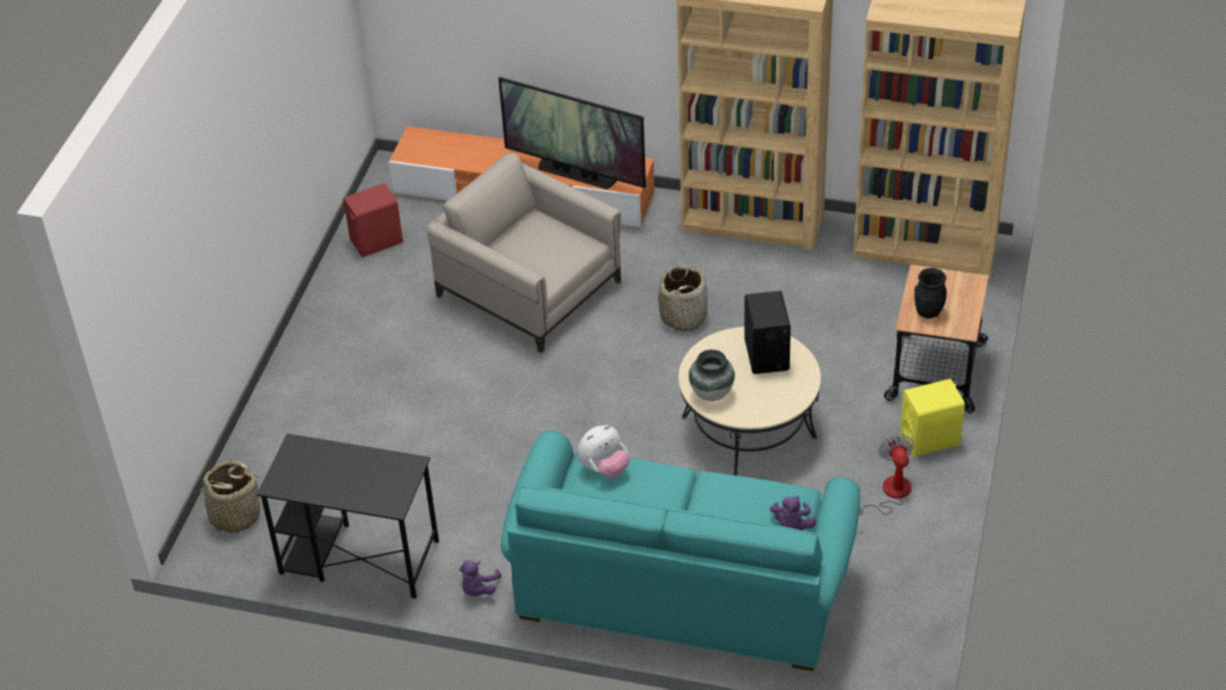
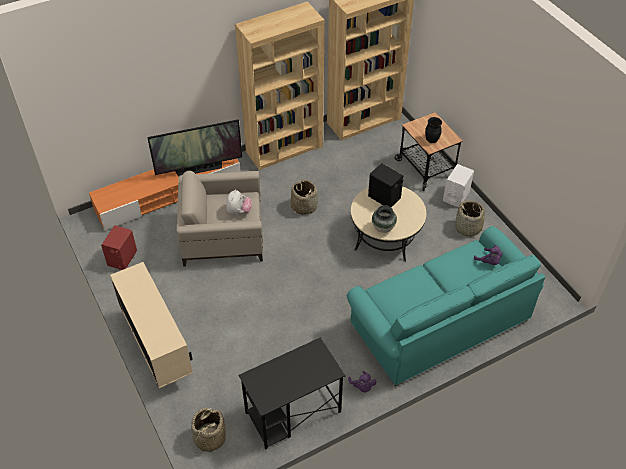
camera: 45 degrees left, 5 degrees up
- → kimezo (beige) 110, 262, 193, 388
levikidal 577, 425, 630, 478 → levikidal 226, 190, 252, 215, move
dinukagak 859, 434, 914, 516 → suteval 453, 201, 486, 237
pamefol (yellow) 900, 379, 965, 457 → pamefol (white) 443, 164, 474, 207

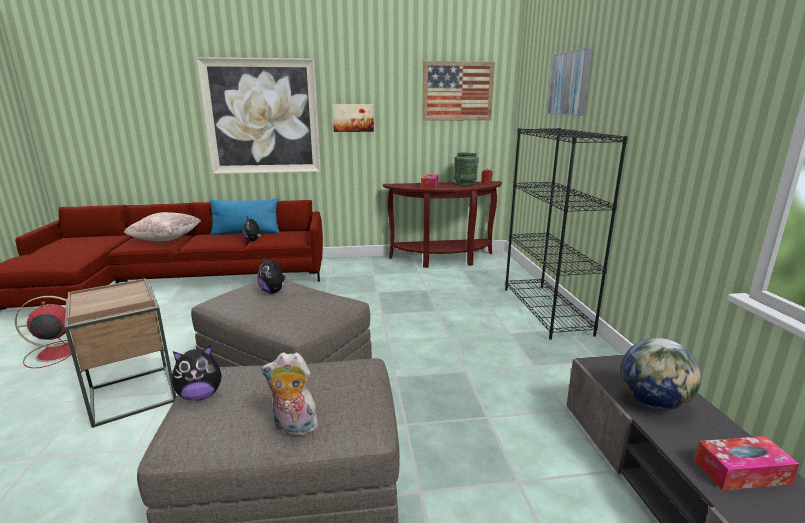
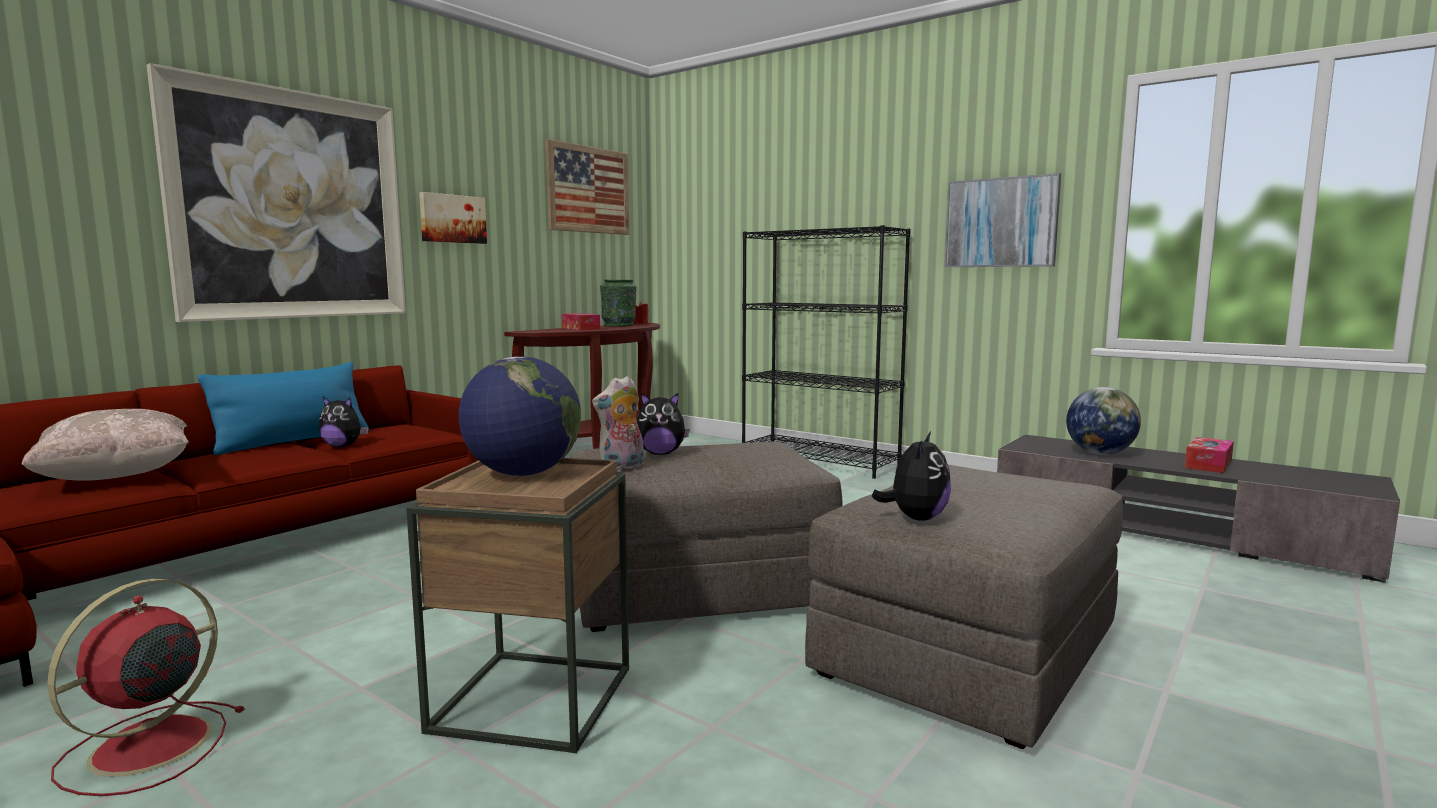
camera: 45 degrees left, 10 degrees down
- → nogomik 459, 356, 581, 476
levikidal 261, 352, 321, 437 → levikidal 592, 376, 644, 472, move
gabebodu 546, 47, 592, 116 → gabebodu 945, 173, 1061, 267, move

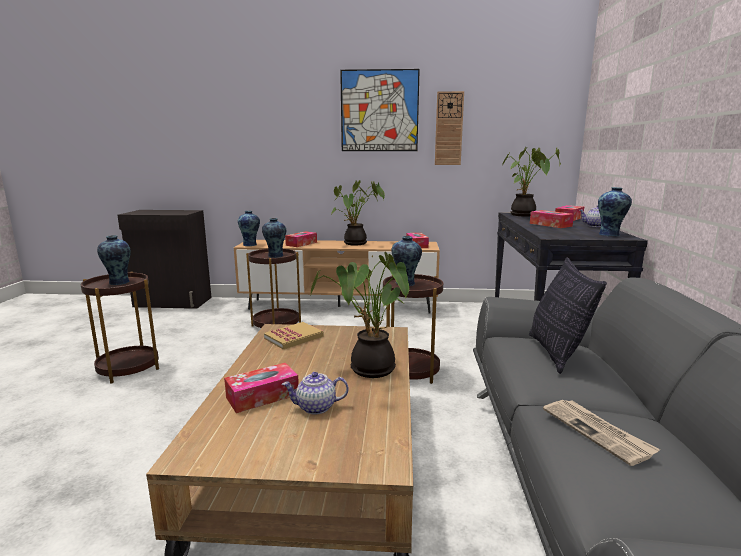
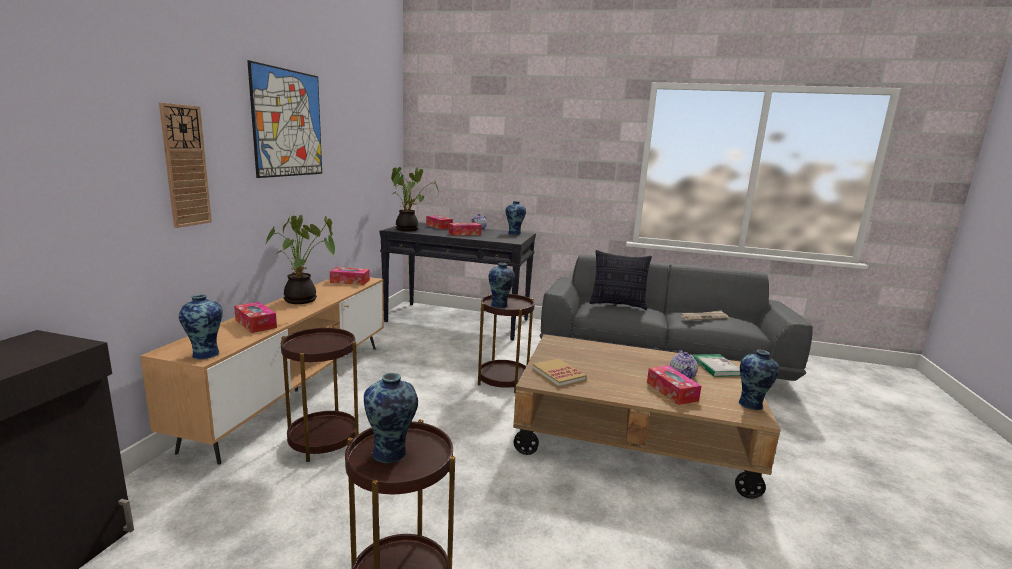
camera: 80 degrees left, 0 degrees up
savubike 310, 252, 409, 378 → -
- → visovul 692, 354, 741, 377
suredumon 262, 218, 286, 258 → suredumon 739, 349, 779, 410, move
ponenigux 435, 91, 464, 165 → ponenigux 159, 102, 212, 228, move

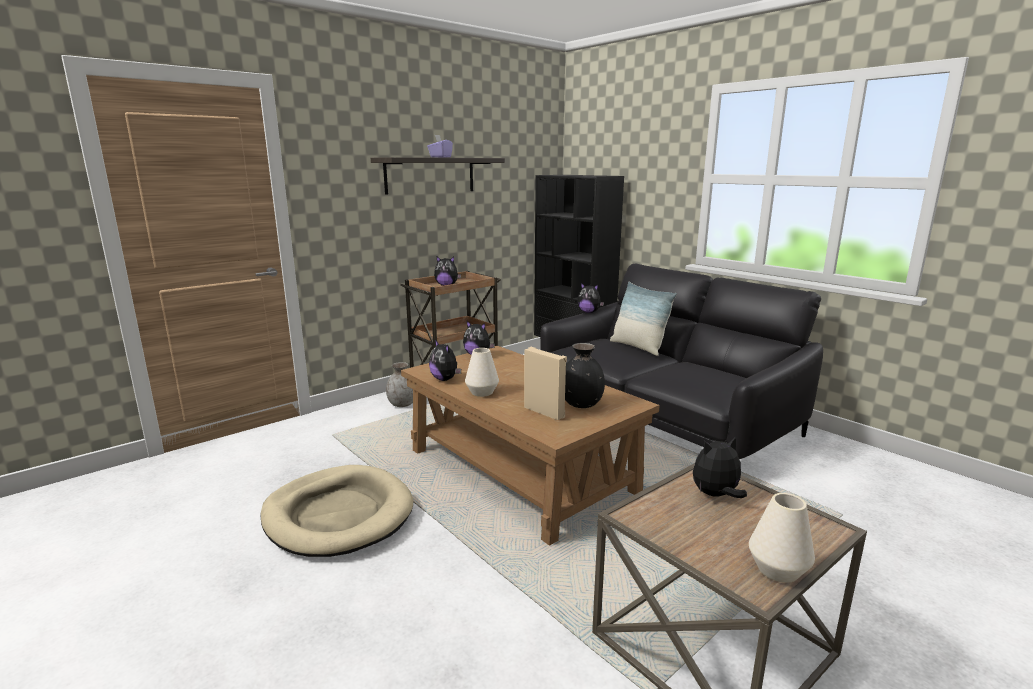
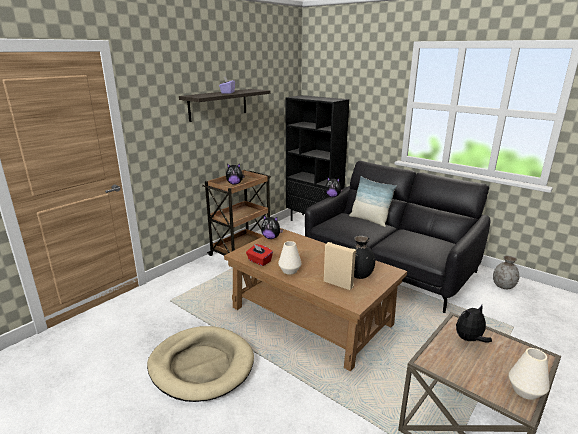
camera: 10 degrees left, 5 degrees up
suredumon (grey) 386, 362, 413, 407 → suredumon (grey) 493, 255, 519, 289, move
levikidal 429, 340, 461, 381 → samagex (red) 246, 244, 273, 266

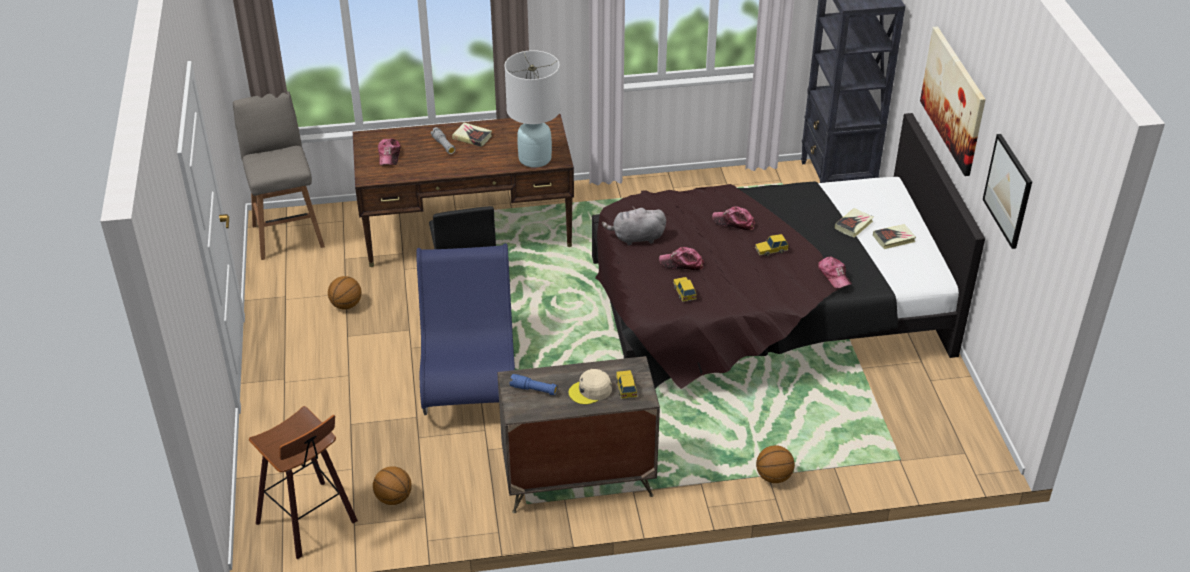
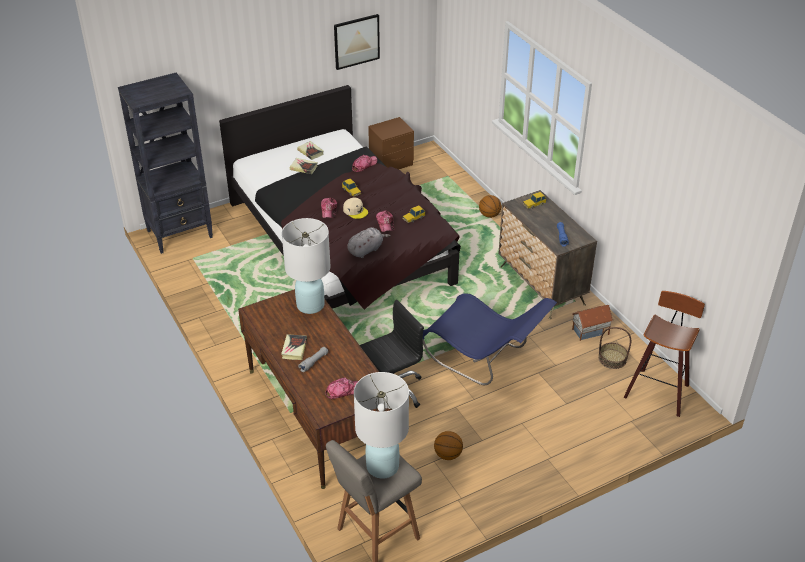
camera: 110 degrees left, 0 degrees up
gabebodu 920, 26, 986, 176 → -
- → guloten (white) 354, 372, 409, 479
- → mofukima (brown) 368, 117, 414, 170
- → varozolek 572, 305, 613, 341
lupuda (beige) 568, 369, 612, 405 → lupuda (beige) 343, 198, 368, 219, move
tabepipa 373, 466, 412, 505 → suteval 598, 327, 631, 369
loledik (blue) 416, 243, 515, 415 → loledik (blue) 423, 293, 557, 385, 120 degrees counterclockwise
levikidal (grey) 602, 206, 666, 245 → levikidal (grey) 347, 227, 390, 258, 105 degrees counterclockwise

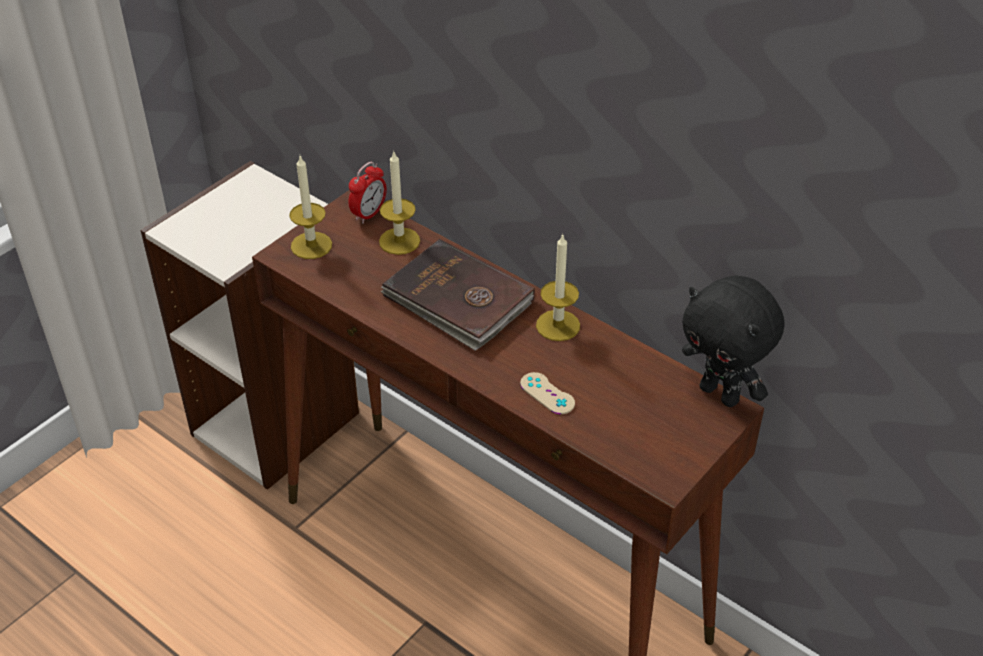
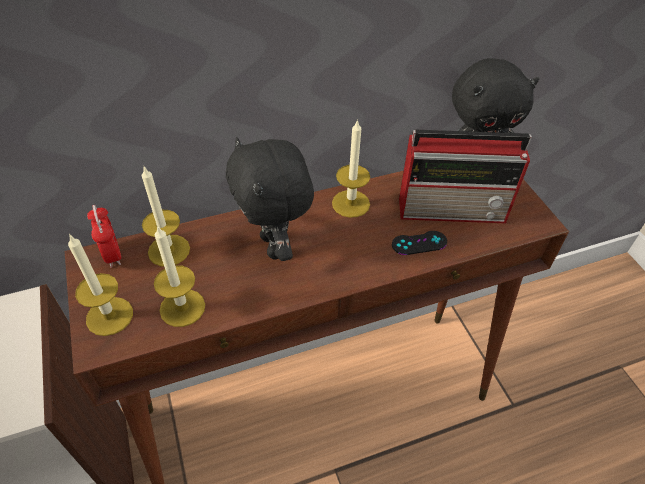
camera: 60 degrees left, 5 degrees up
- → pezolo 154, 225, 205, 327
- → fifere 399, 130, 532, 224
visovul (brown) 381, 239, 535, 351 → levikidal (black) 226, 137, 314, 261
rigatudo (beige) 520, 372, 575, 414 → rigatudo (black) 392, 231, 447, 255

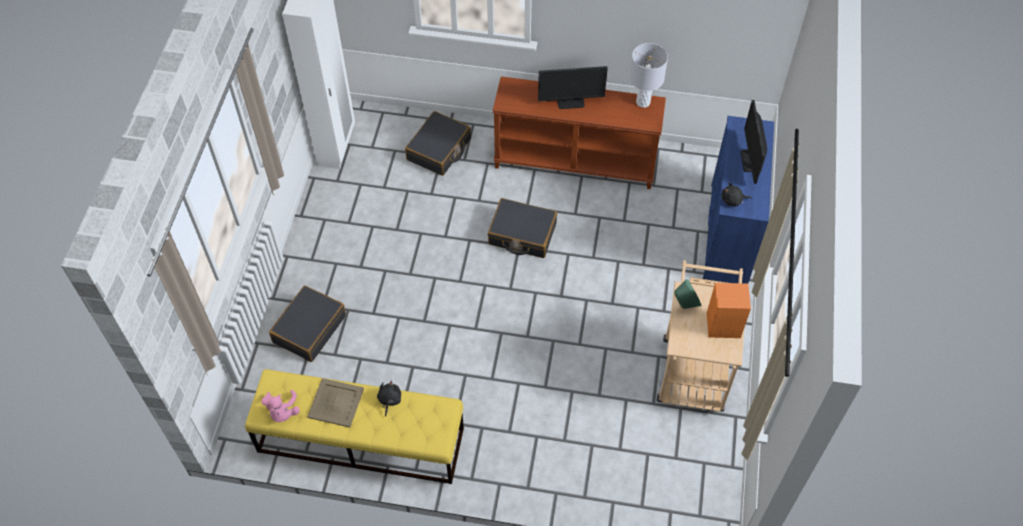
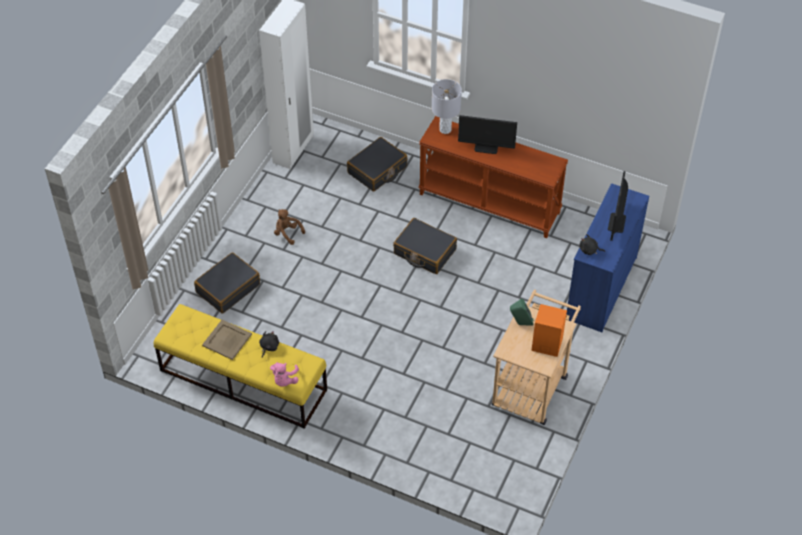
camera: 15 degrees right, 5 degrees down
- → levikidal (brown) 274, 209, 305, 245
levikidal (pink) 262, 390, 300, 422 → levikidal (pink) 270, 362, 299, 386, move
guloten (grey) 629, 43, 668, 108 → guloten (grey) 432, 79, 462, 134, move

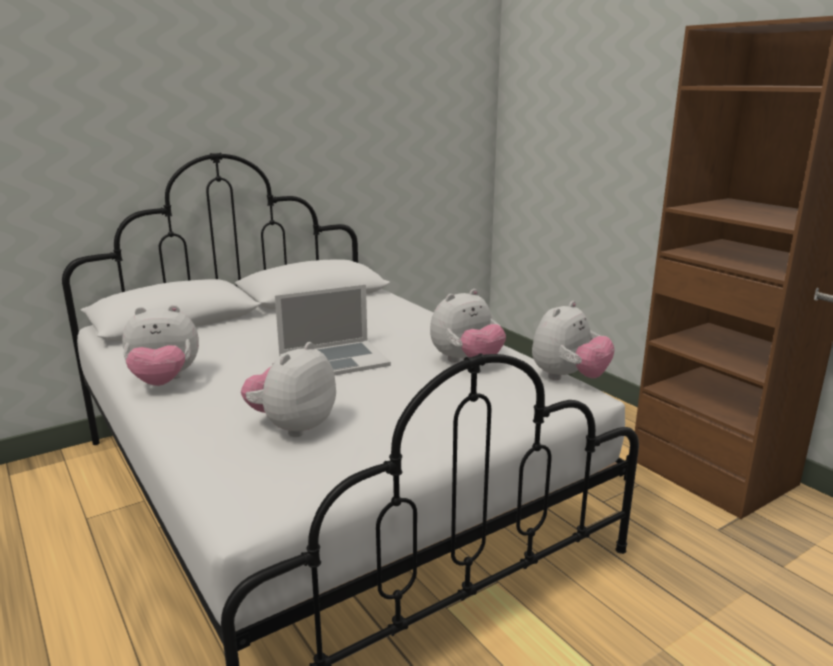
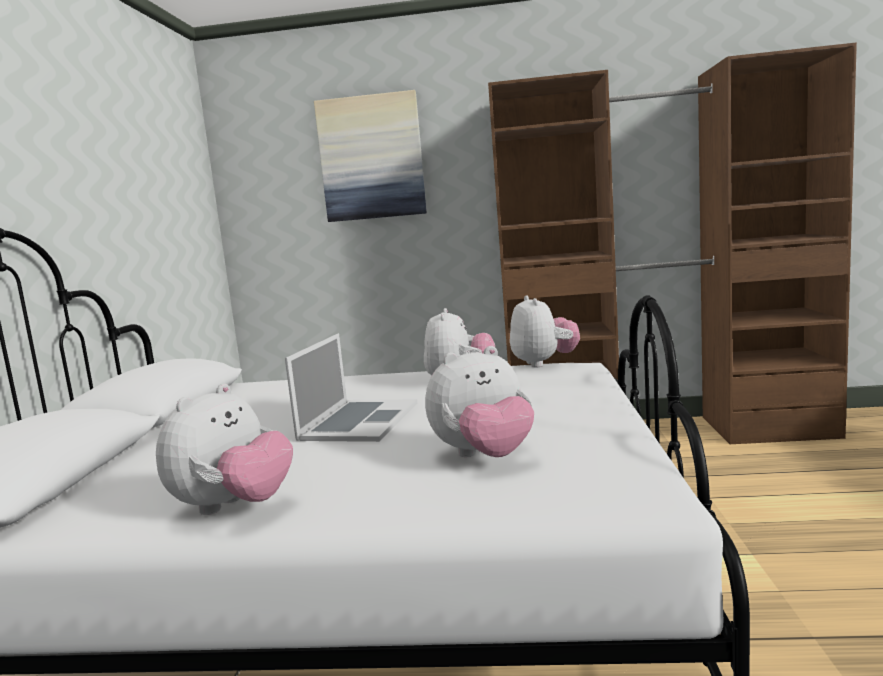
camera: 50 degrees left, 10 degrees down
- → gabebodu 314, 90, 427, 222
levikidal 241, 342, 336, 437 → levikidal 425, 346, 534, 457, 90 degrees counterclockwise

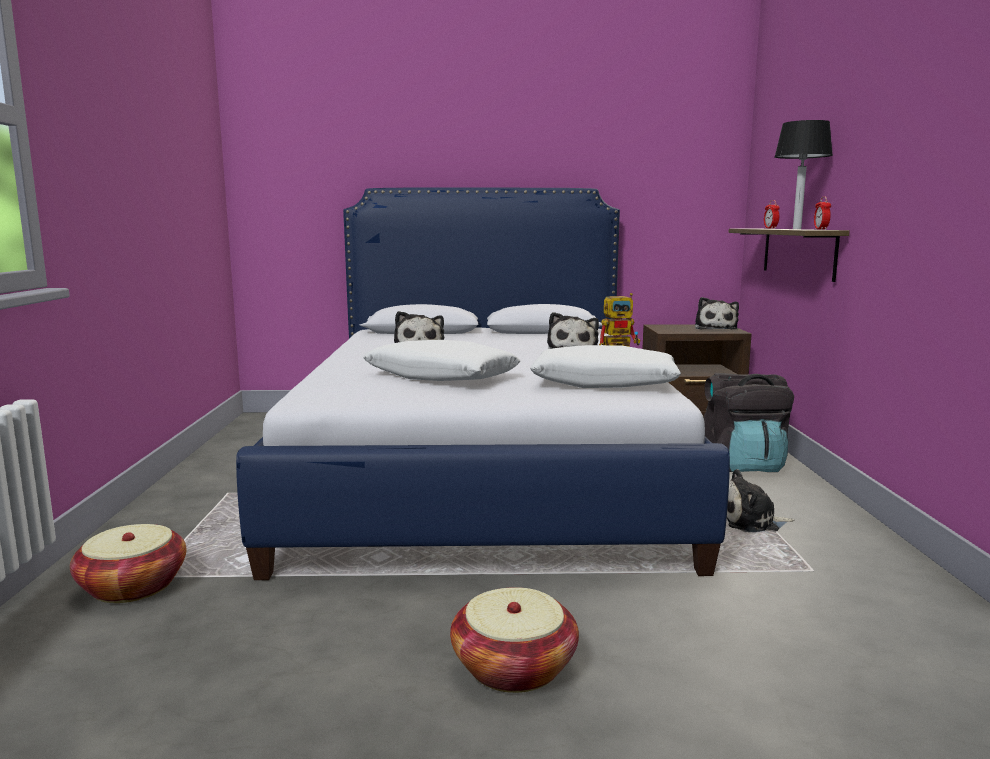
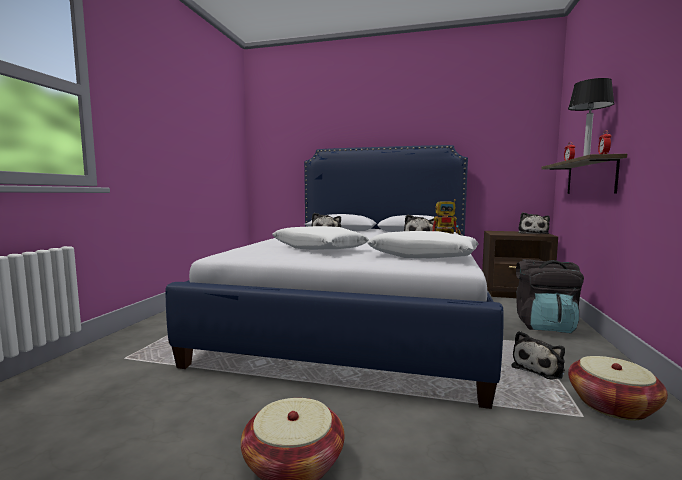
camera: 15 degrees right, 5 degrees down
suteval 70, 524, 186, 603 → suteval 568, 356, 668, 421, move
levikidal 727, 469, 794, 532 → levikidal 511, 331, 565, 380, 60 degrees counterclockwise

